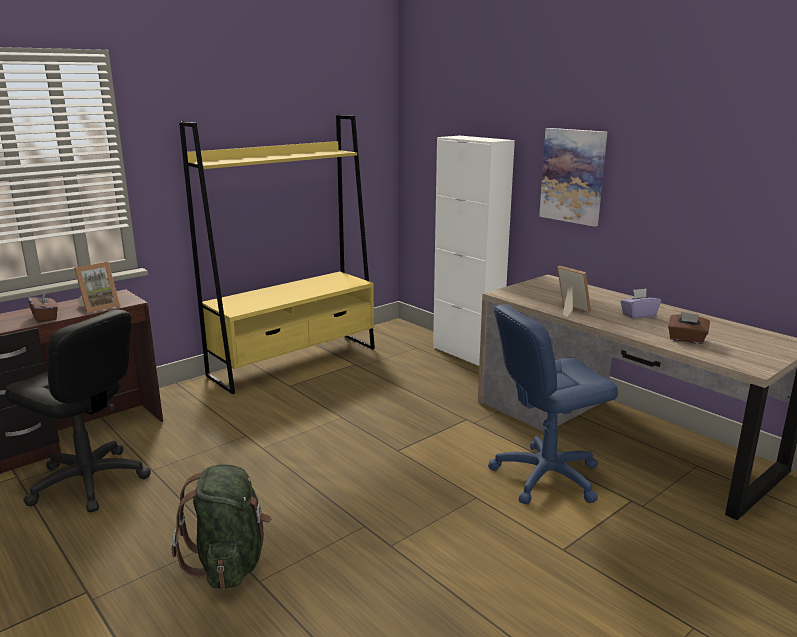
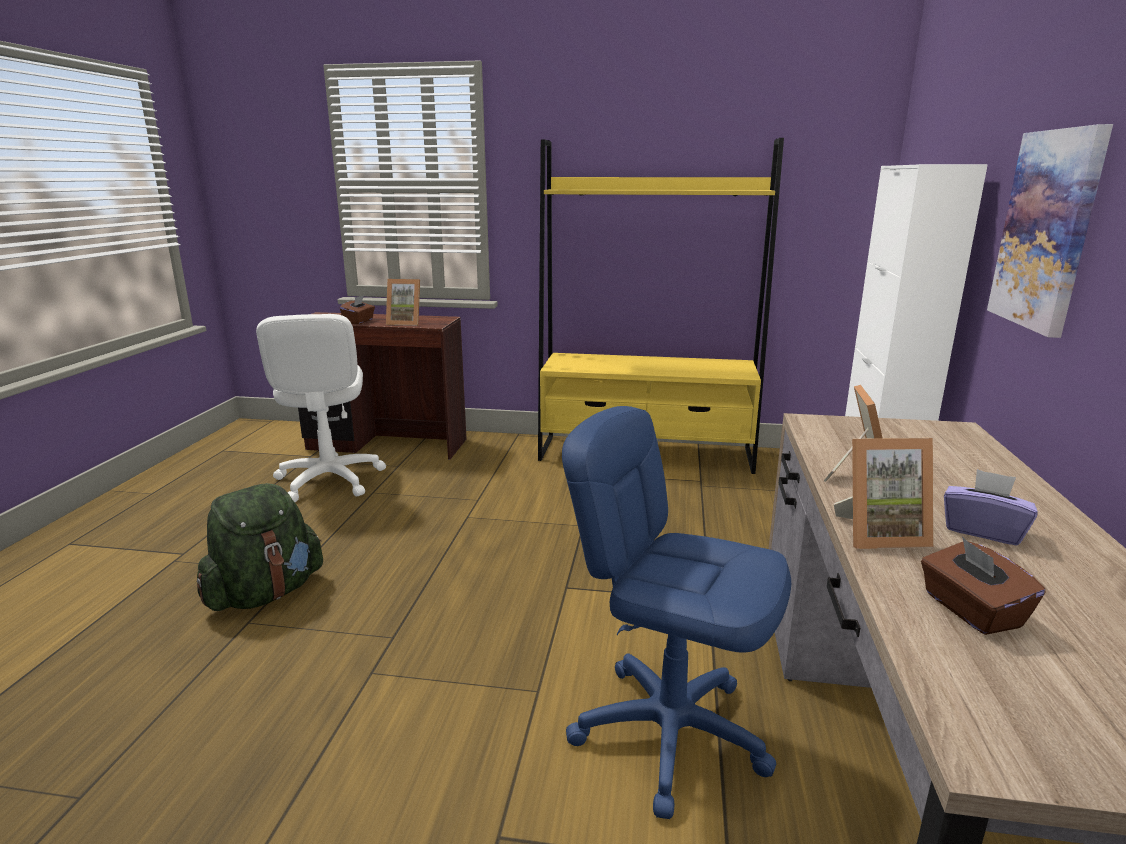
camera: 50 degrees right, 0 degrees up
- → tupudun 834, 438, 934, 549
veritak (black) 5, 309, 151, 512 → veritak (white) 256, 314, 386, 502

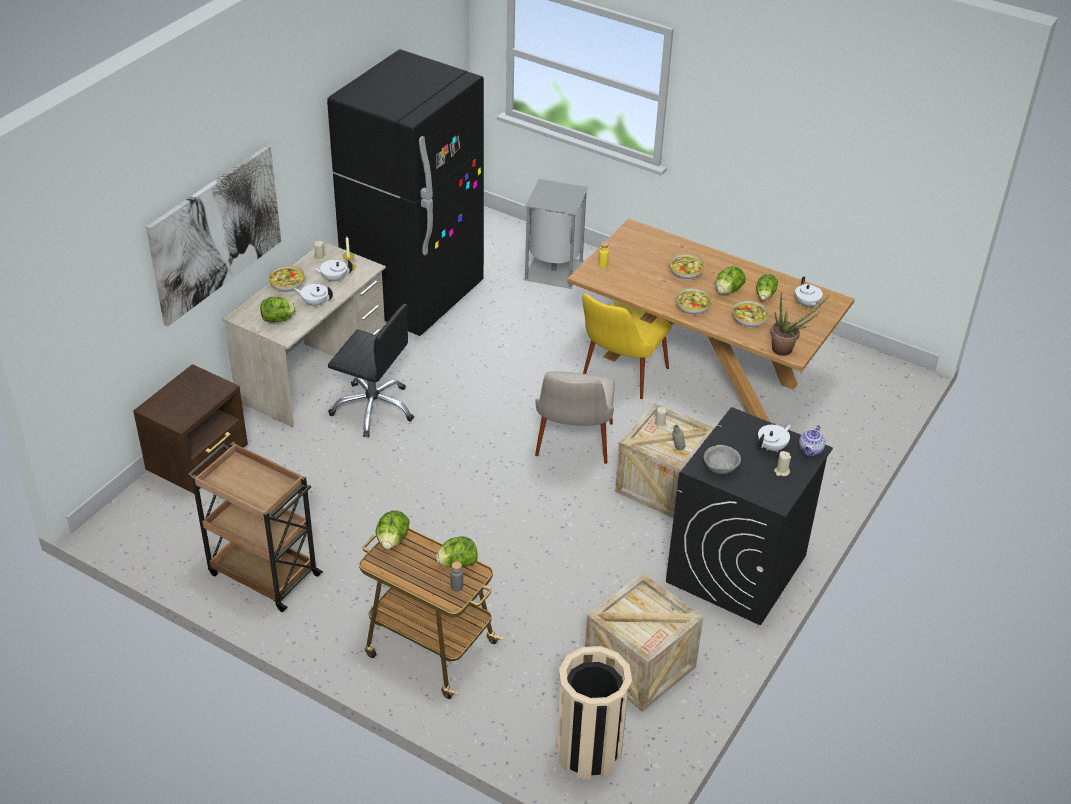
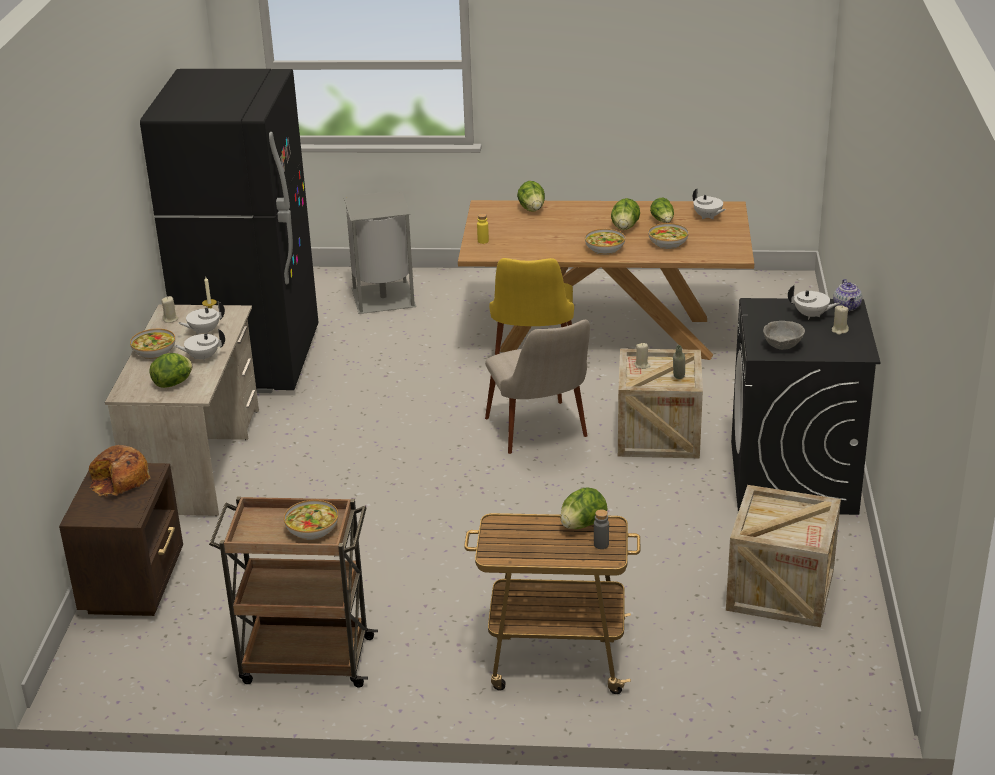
camera: 25 degrees left, 10 degrees down
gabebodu 146, 145, 281, 327 → -
veritak (black) 328, 304, 414, 437 → -
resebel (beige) 556, 646, 632, 780 → -
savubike 770, 292, 829, 356 → -
- → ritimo 89, 445, 151, 497
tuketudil 376, 510, 410, 549 → tuketudil 517, 181, 545, 212, move
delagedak 669, 254, 705, 280 → delagedak 284, 500, 338, 540, move
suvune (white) 758, 425, 791, 452 → suvune (white) 788, 285, 840, 320, 90 degrees clockwise

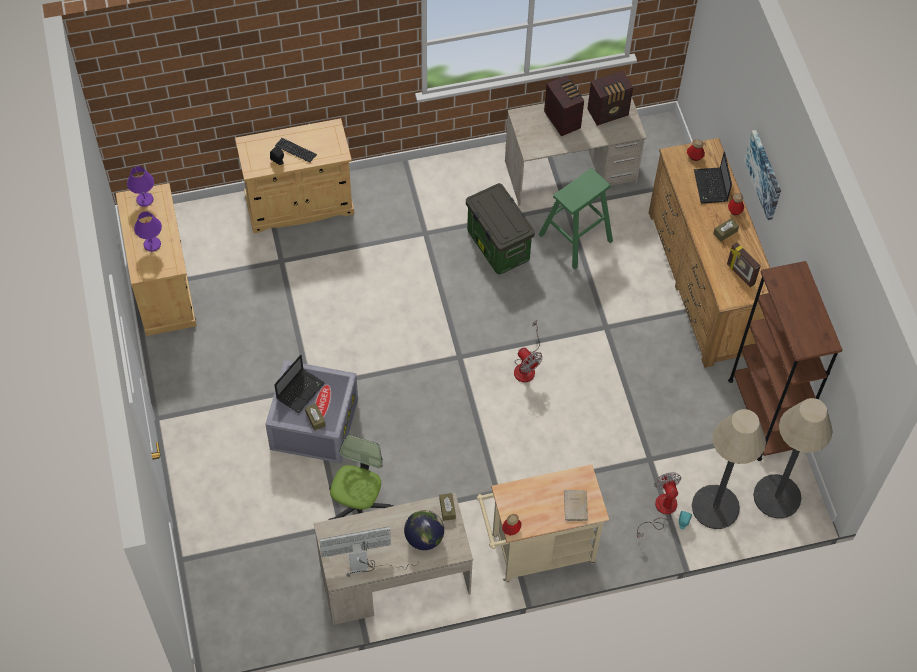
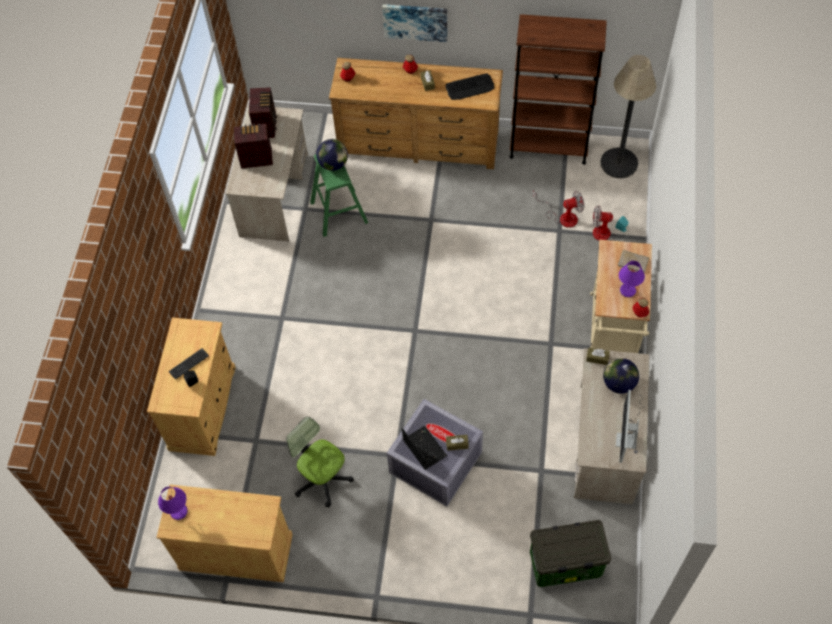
camera: 65 degrees left, 0 degrees up
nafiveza 692, 409, 766, 529 → -
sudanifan 694, 151, 732, 204 → -
- → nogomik 316, 139, 348, 171
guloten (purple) 134, 211, 162, 252 → guloten (purple) 619, 261, 645, 297, move
veritak 329, 435, 394, 520 → veritak 286, 417, 354, 507, move
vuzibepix 466, 183, 535, 275 → vuzibepix 530, 520, 611, 587, move
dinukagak 514, 320, 543, 383 → dinukagak 533, 190, 584, 228, move
tupudun 727, 242, 761, 288 → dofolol 445, 73, 494, 100

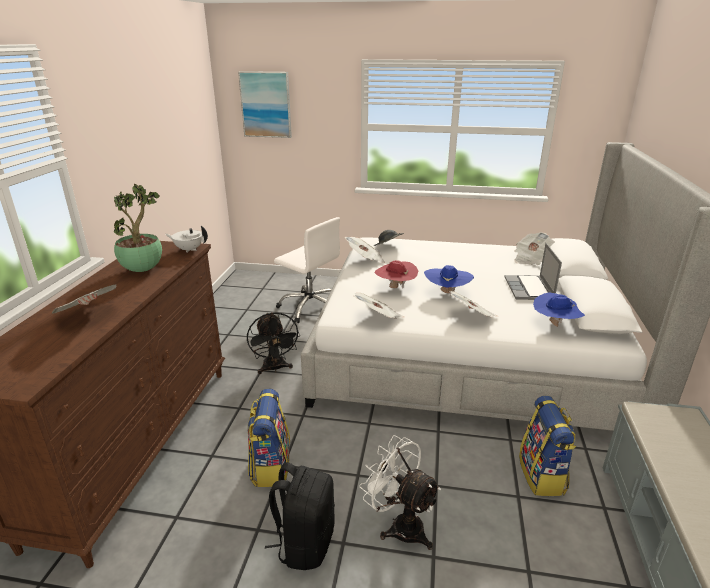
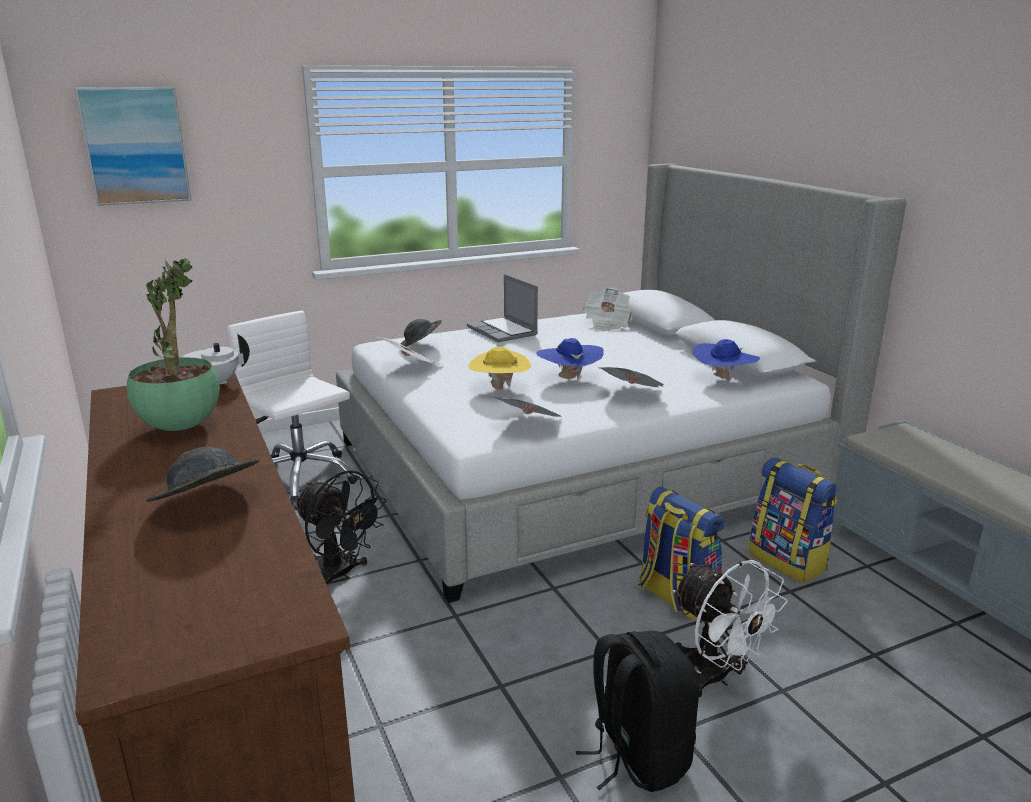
camera: 35 degrees left, 5 degrees down
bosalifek 247, 389, 290, 487 → bosalifek 639, 487, 725, 621, move
sudanifan 504, 243, 562, 300 → sudanifan 467, 274, 538, 342, move
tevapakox 52, 284, 117, 314 → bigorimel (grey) 146, 446, 260, 502
bigorimel (red) 374, 260, 419, 288 → bigorimel (yellow) 468, 347, 531, 390
veritak (white) 274, 217, 340, 323 → veritak (white) 227, 311, 358, 505, 135 degrees counterclockwise
dinukagak (white) 359, 435, 441, 550 → dinukagak (white) 673, 560, 788, 697, 135 degrees counterclockwise

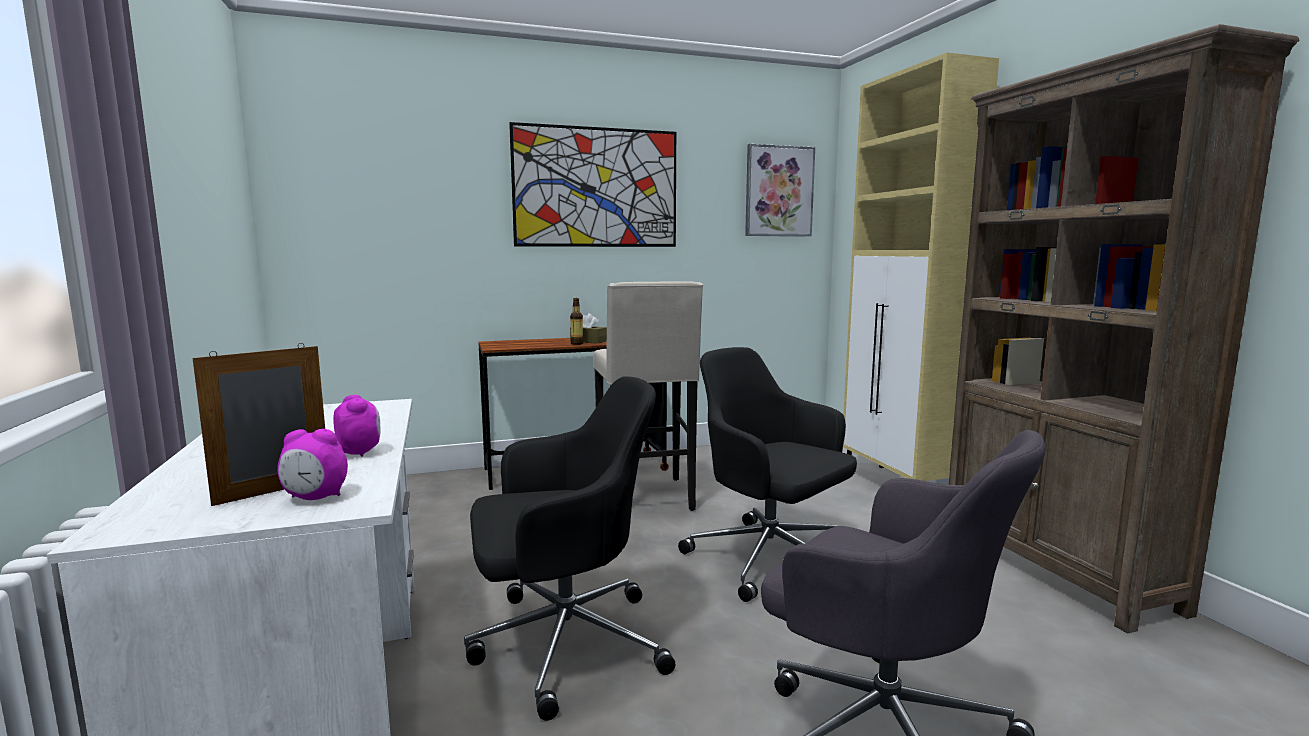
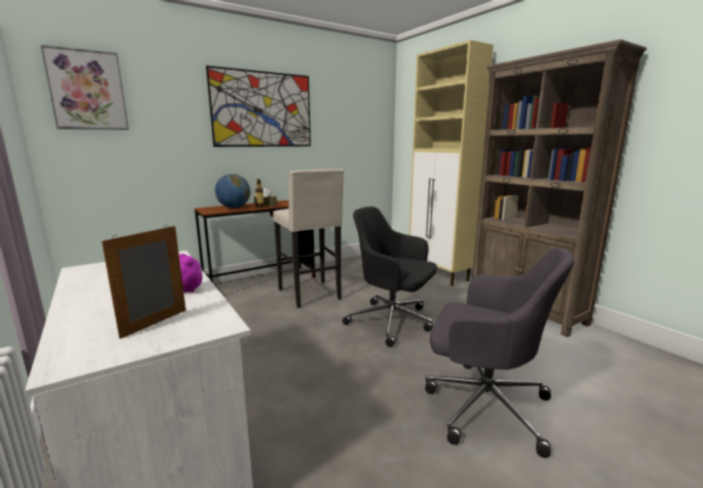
camera: 15 degrees left, 5 degrees up
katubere 277, 429, 348, 500 → -
veritak (black) 464, 376, 676, 721 → -
- → nogomik 215, 174, 251, 208
gabebodu 745, 144, 815, 236 → gabebodu 41, 45, 129, 130, move

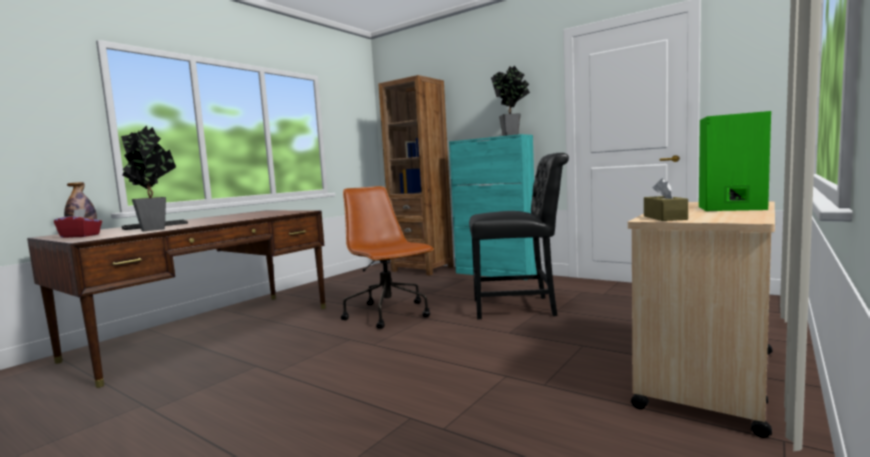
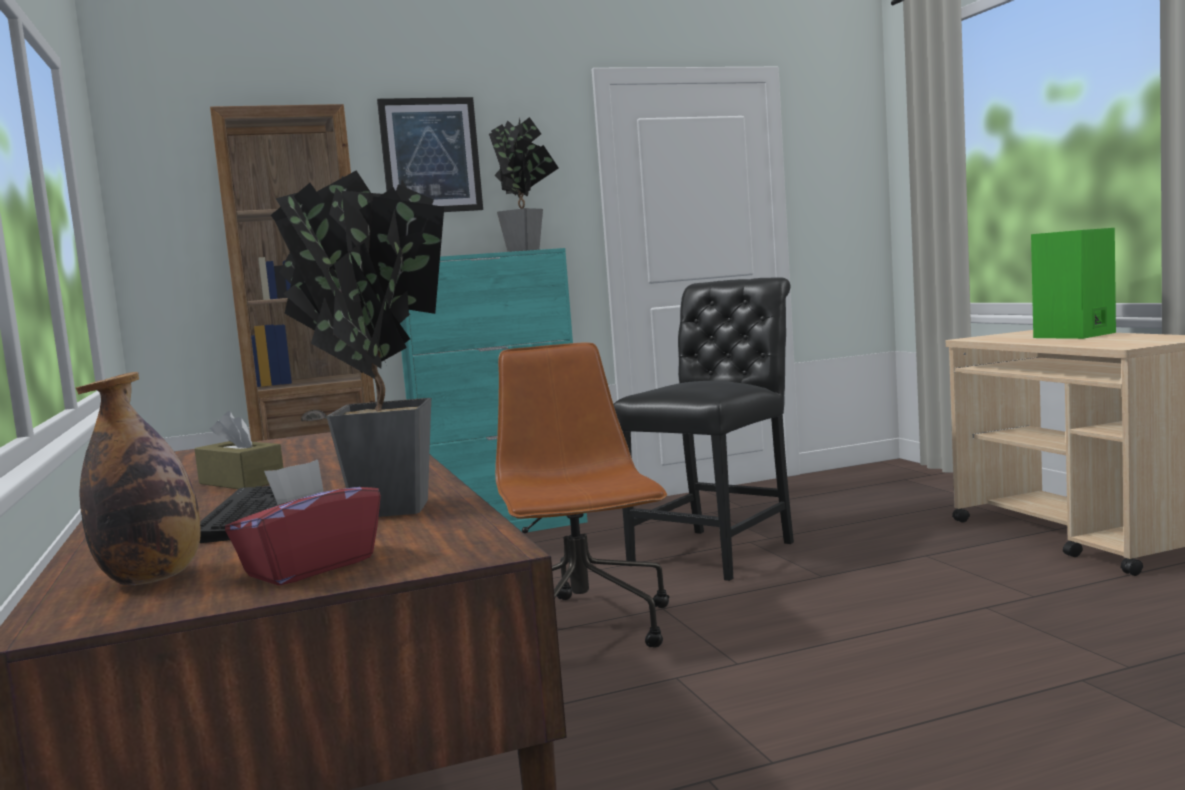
camera: 55 degrees left, 0 degrees up
- → gabebodu 377, 97, 483, 212
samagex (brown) 644, 178, 688, 221 → samagex (brown) 195, 411, 283, 489, move
veritak (brown) 341, 186, 434, 329 → veritak (brown) 495, 342, 669, 648, 75 degrees clockwise

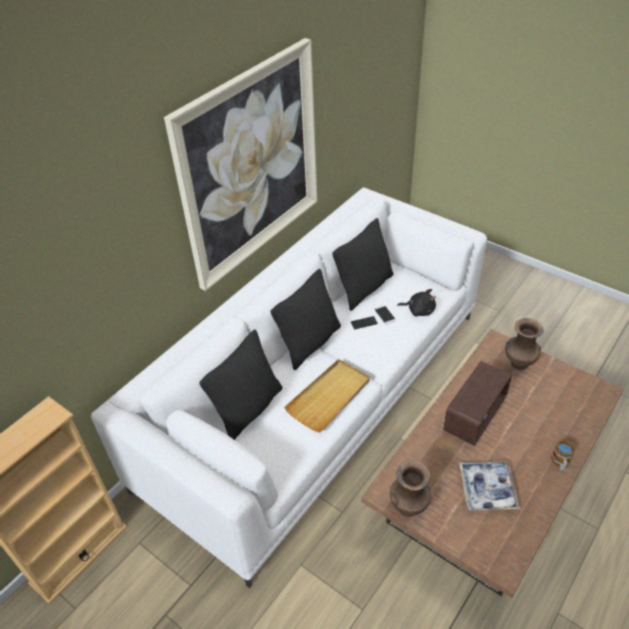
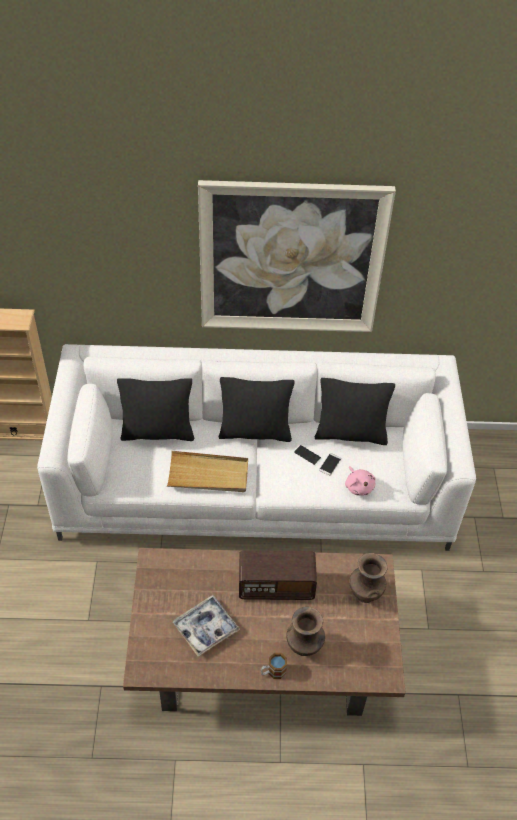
camera: 50 degrees right, 5 degrees up
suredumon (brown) 390, 460, 431, 517 → suredumon (brown) 286, 607, 325, 656, move
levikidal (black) 397, 289, 436, 317 → levikidal (pink) 345, 466, 376, 496

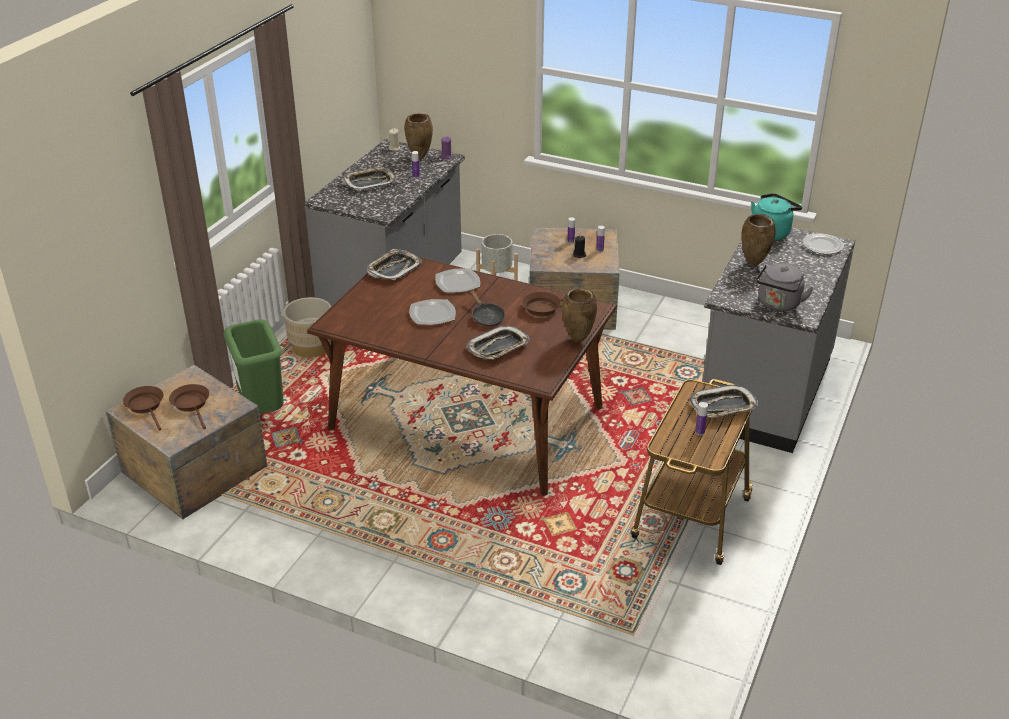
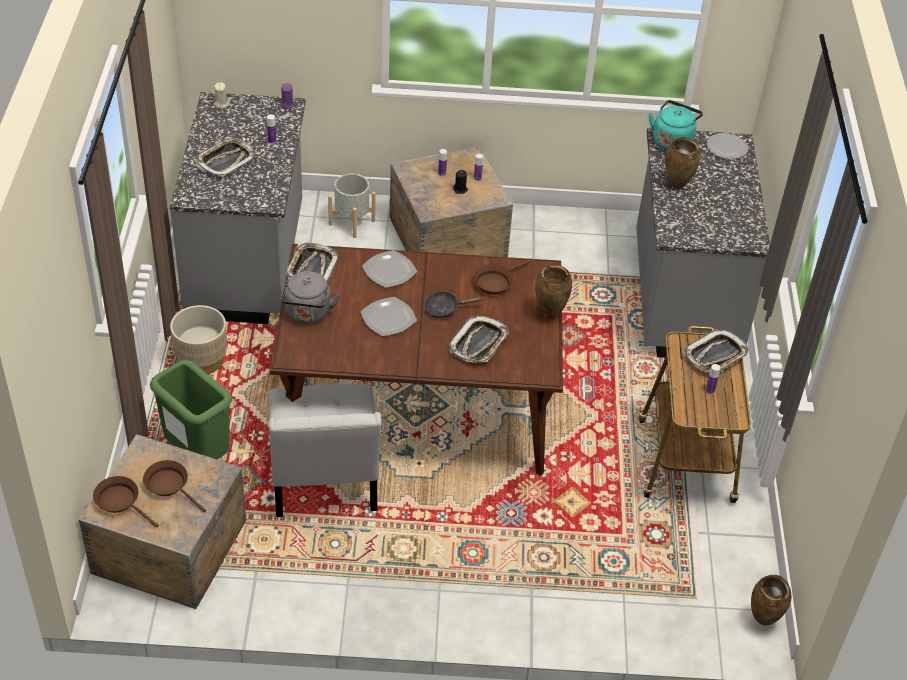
camera: 25 degrees left, 10 degrees up
- → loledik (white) 268, 384, 381, 517
suredumon (brown) 404, 113, 433, 159 → suredumon (brown) 751, 575, 791, 626, move
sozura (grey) 756, 263, 814, 311 → sozura (grey) 281, 271, 340, 324, move
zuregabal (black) 470, 290, 505, 326 → zuregabal (black) 424, 291, 484, 318, 135 degrees clockwise

